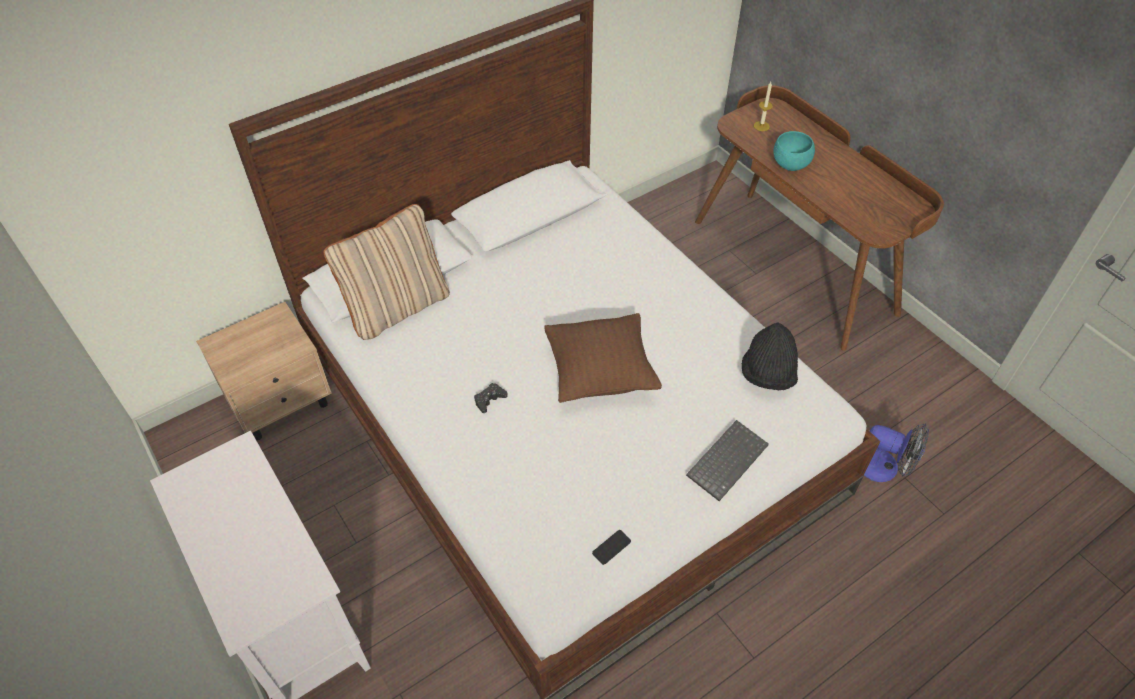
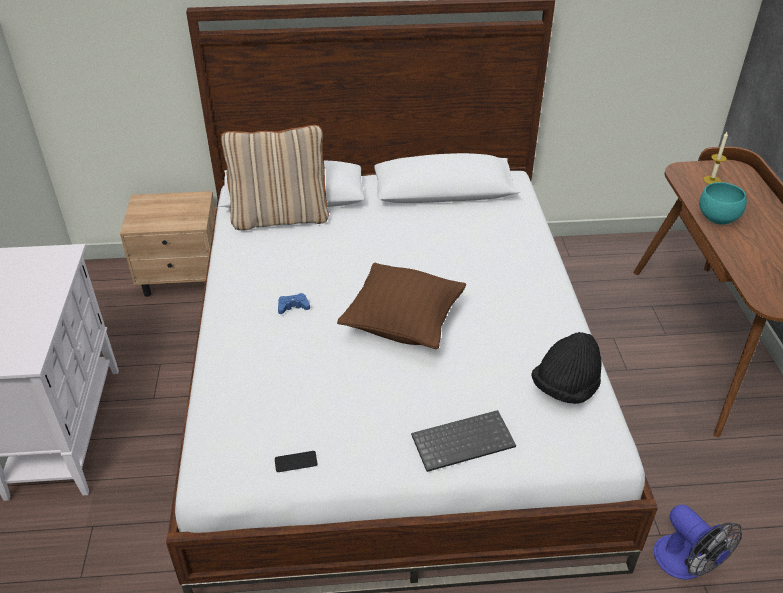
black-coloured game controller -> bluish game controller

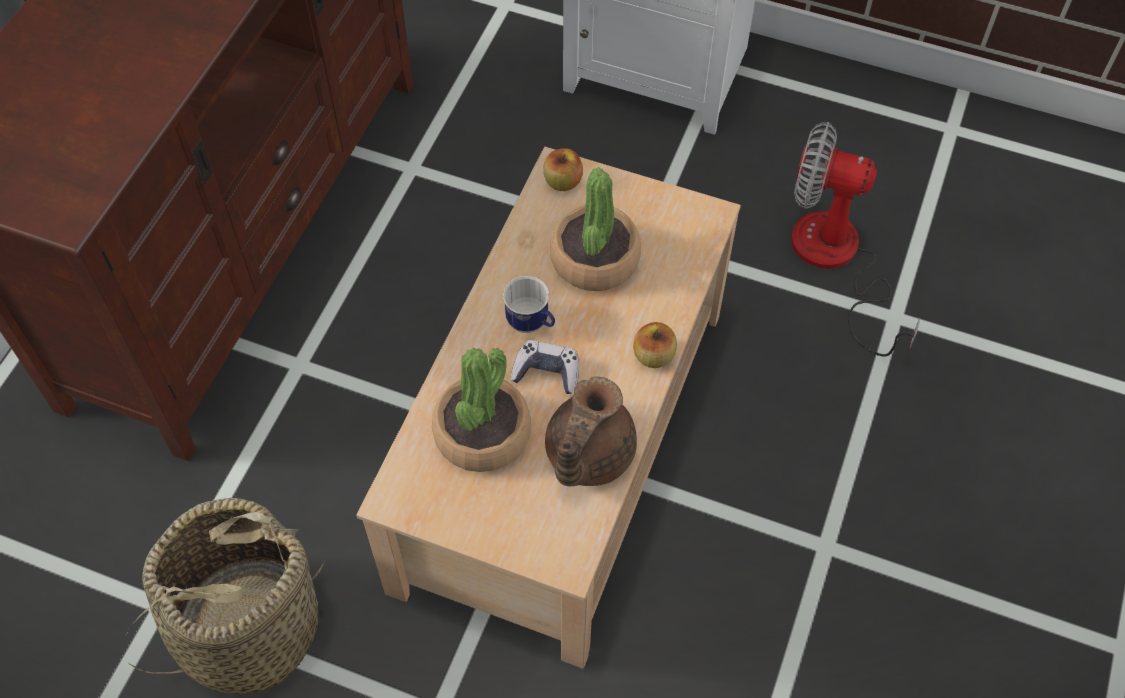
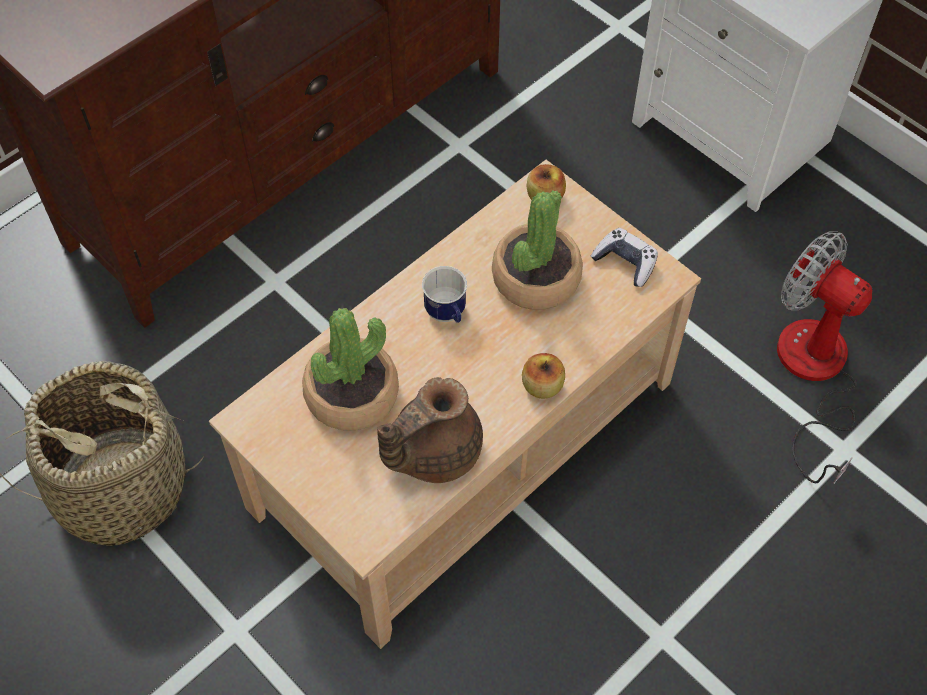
game controller, relocated

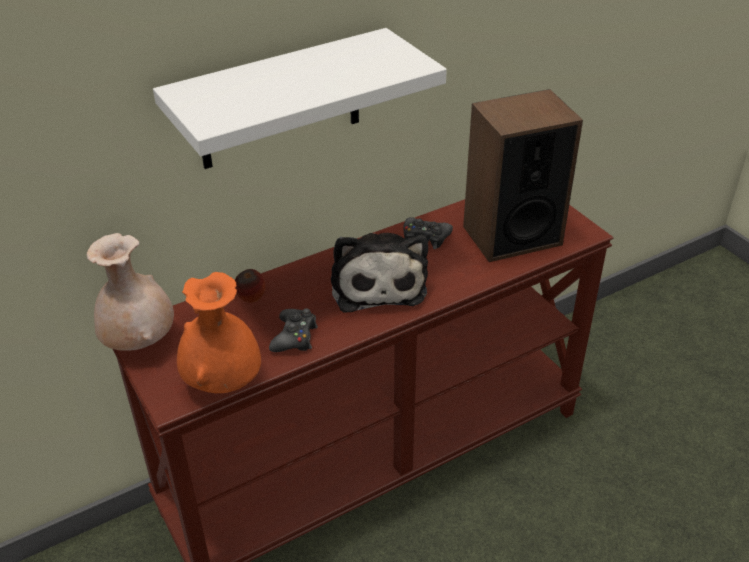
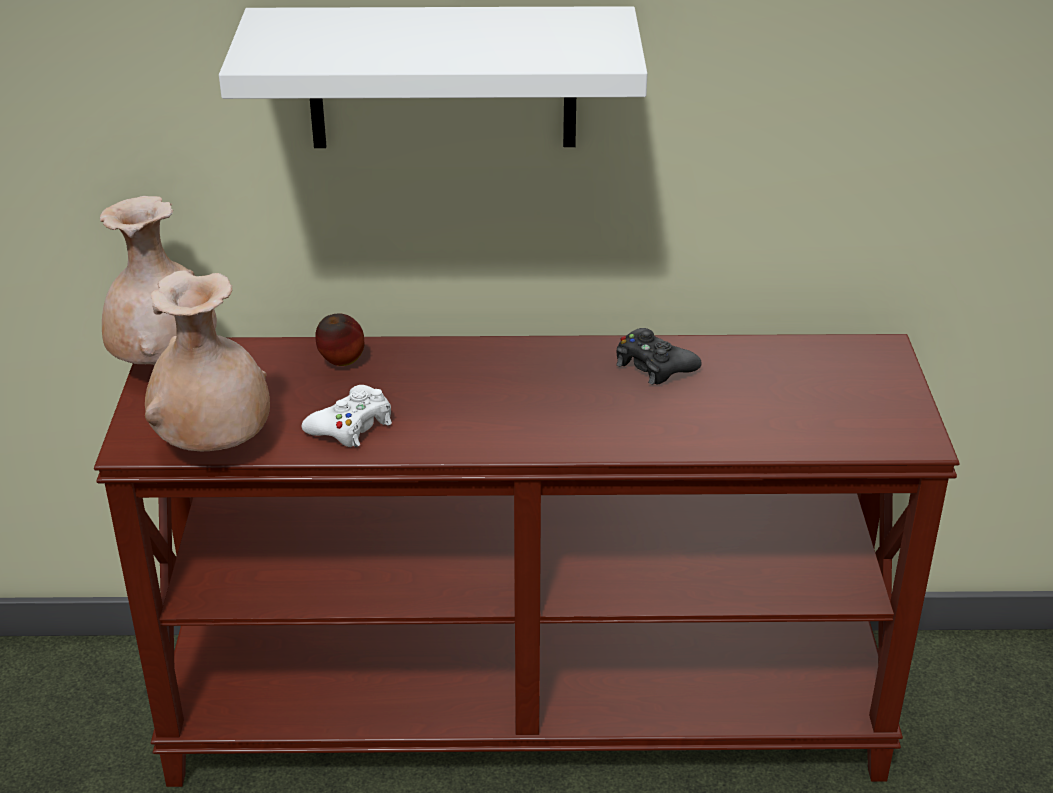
orange vase -> beige-coloured vase (no. 2 from left)
black-coloured game controller (no. 1 from left) -> whitish game controller
plush toy -> none
audio speaker -> none

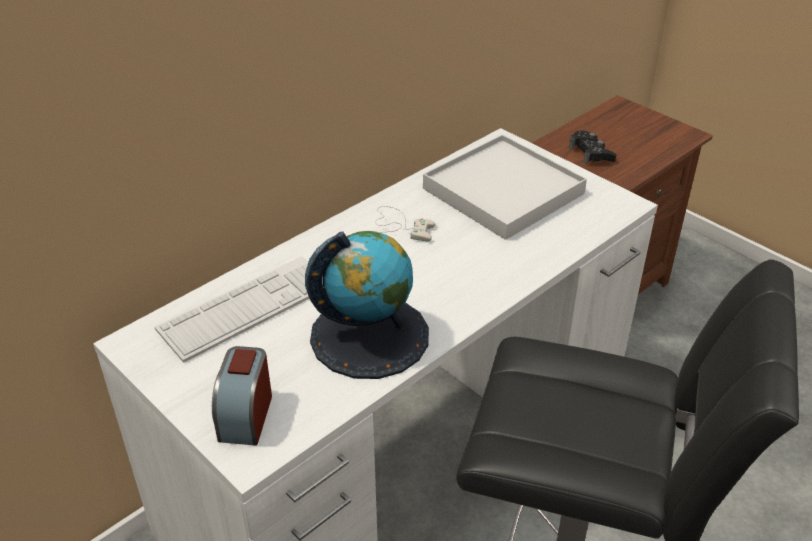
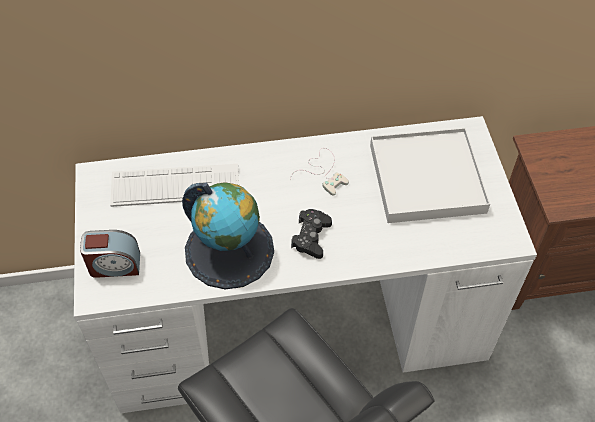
alarm clock, 135 degrees counterclockwise
black-coloured game controller, relocated

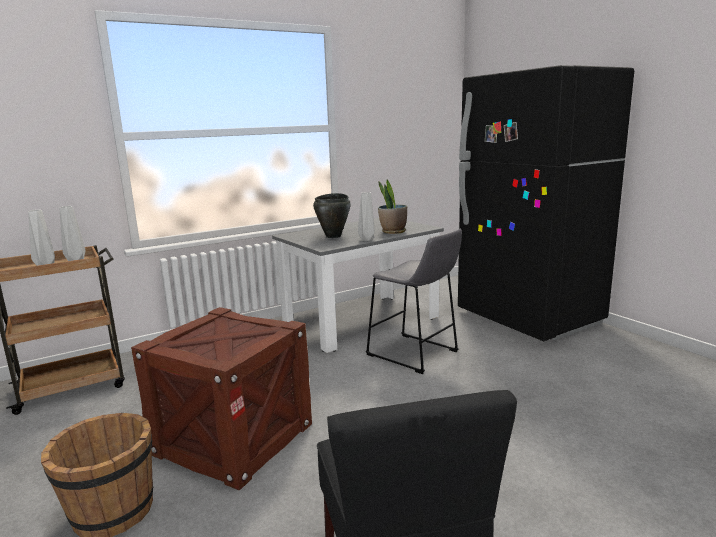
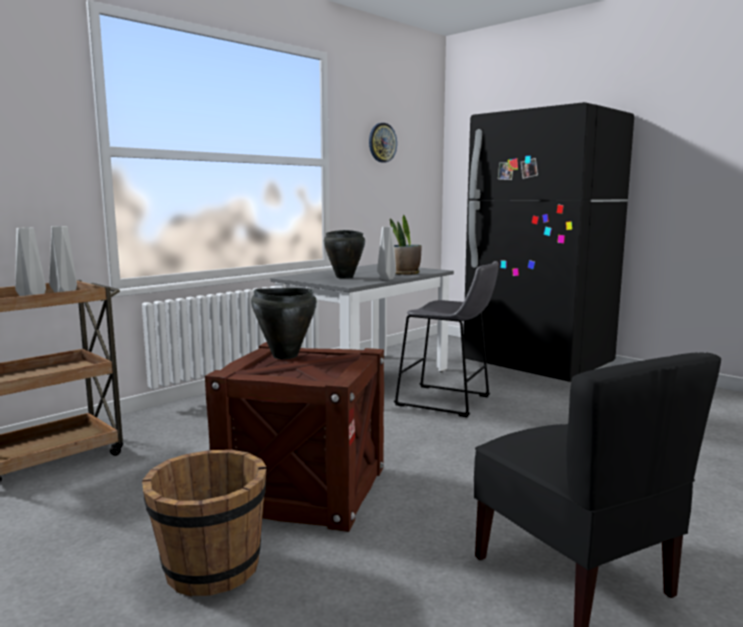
none -> black-coloured stockpot (no. 1 from left)
none -> hanging clock

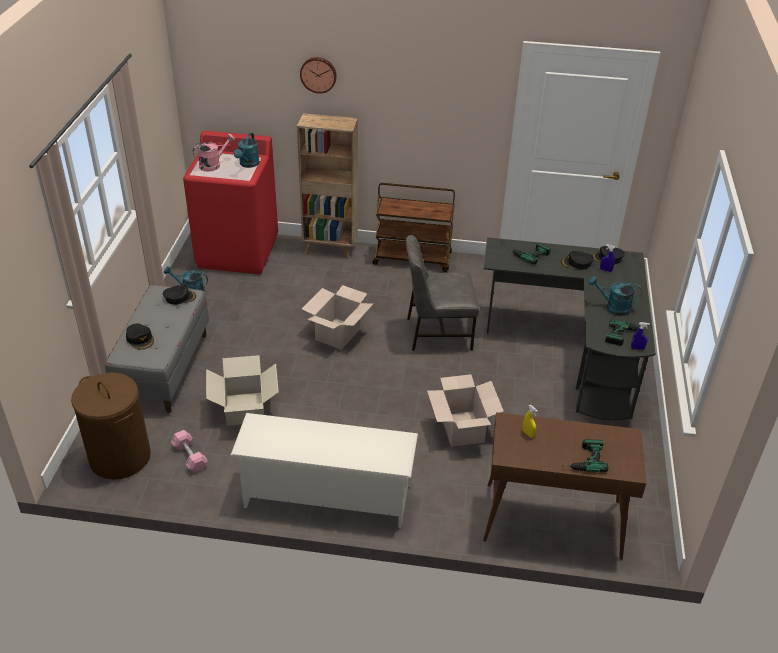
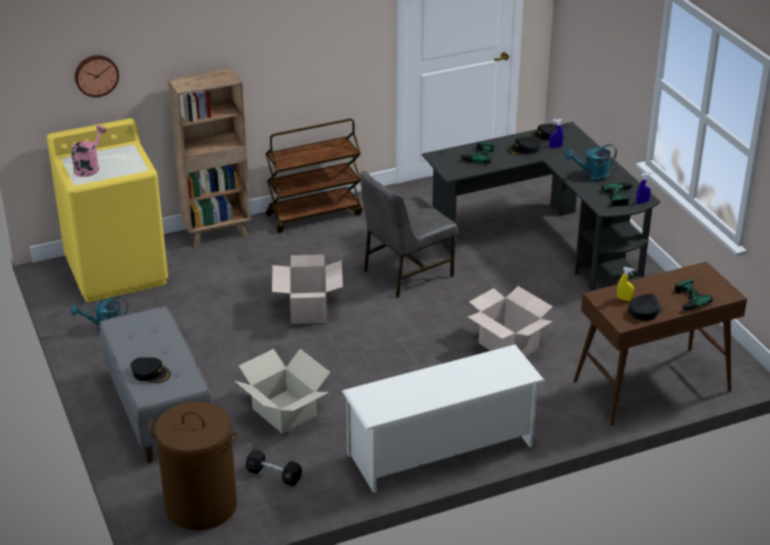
red-coloured laundry machine -> yellow laundry machine
hanging clock, relocated
pink free weight -> black-coloured free weight
black-coloured peaked cap (no. 2 from left in the first image) -> black-coloured peaked cap (no. 4 from left), relocated
turquoise-coloured watering can (no. 2 from left) -> none

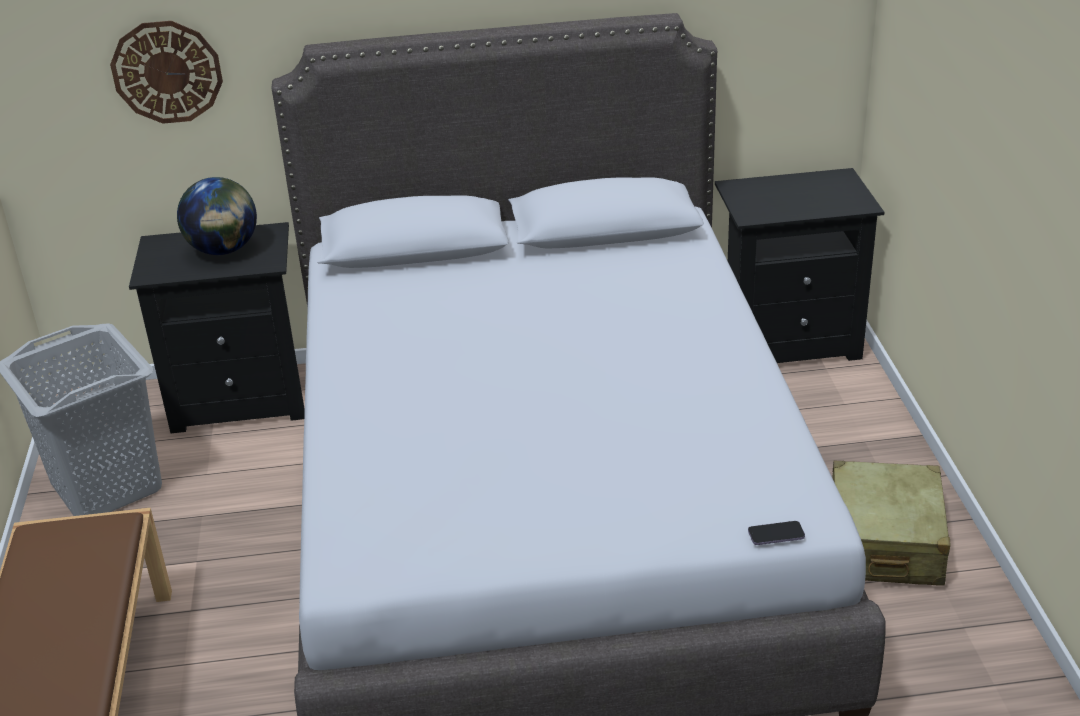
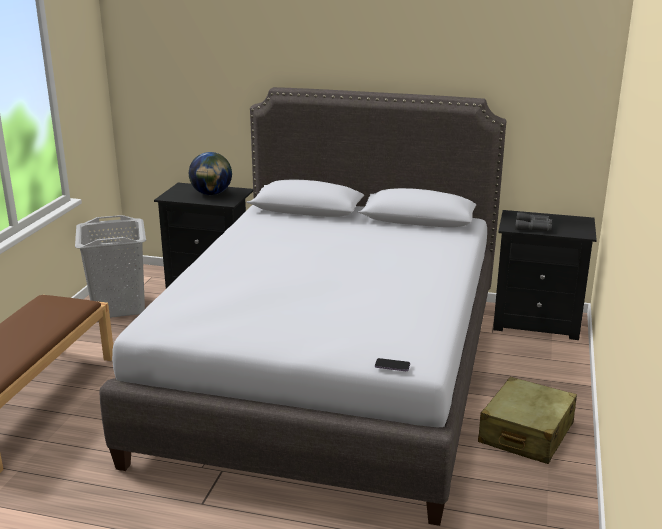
none -> greyish binoculars
hanging clock -> none

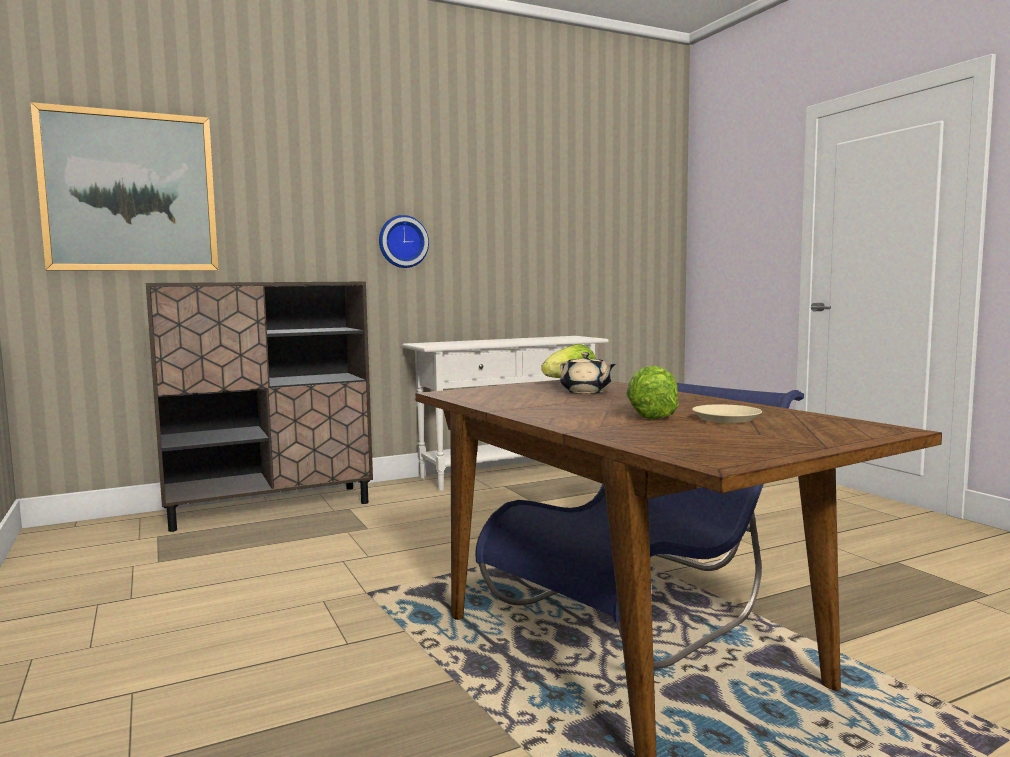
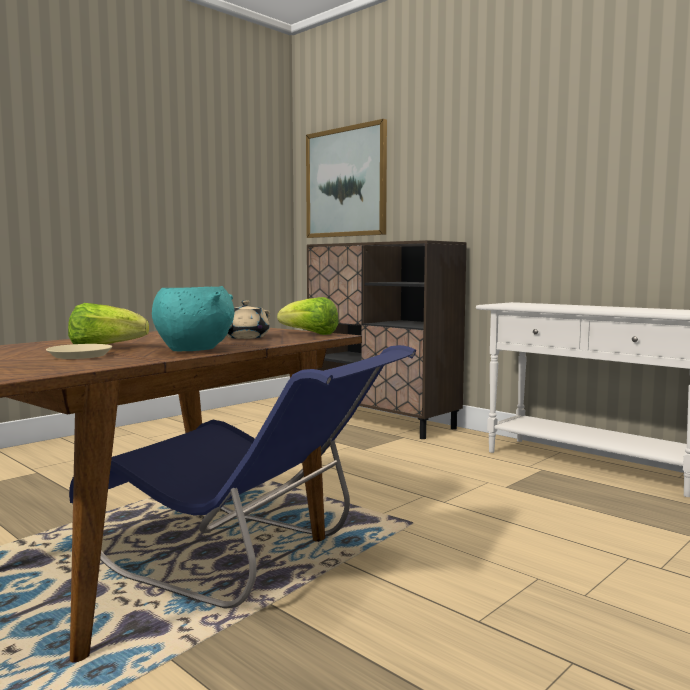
none -> turquoise-coloured serving bowl
hanging clock -> none

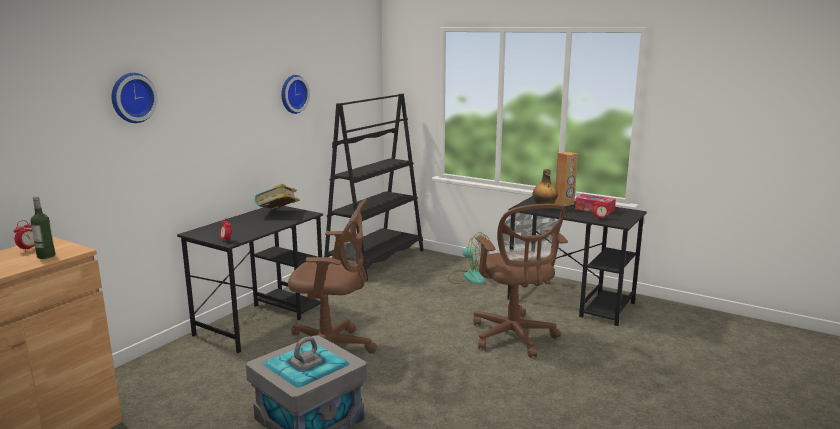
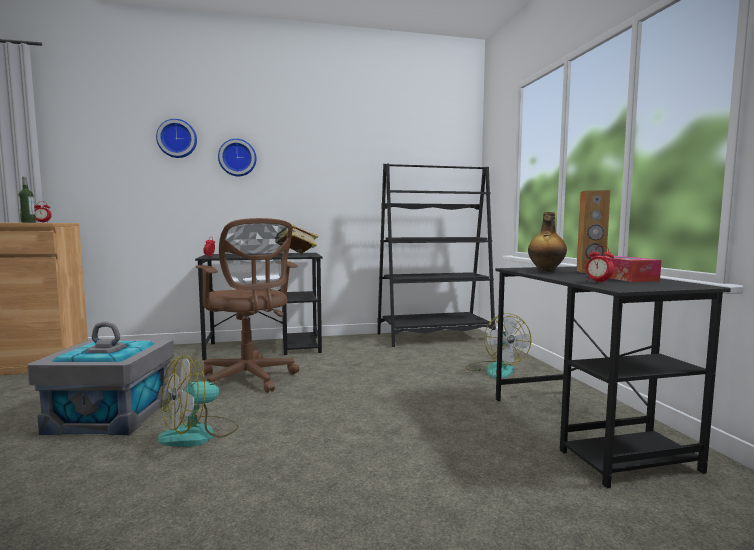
none -> electric fan (no. 1 from left)
hanging clock (no. 2 from left), relocated
brown-coloured office chair (no. 2 from left) -> none

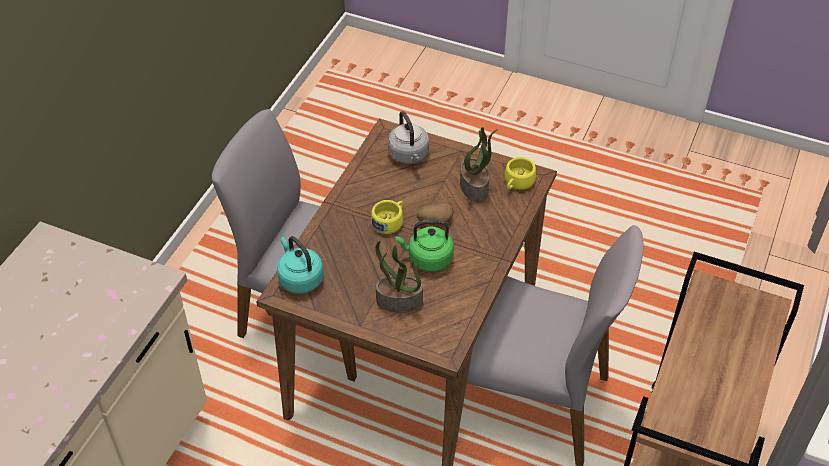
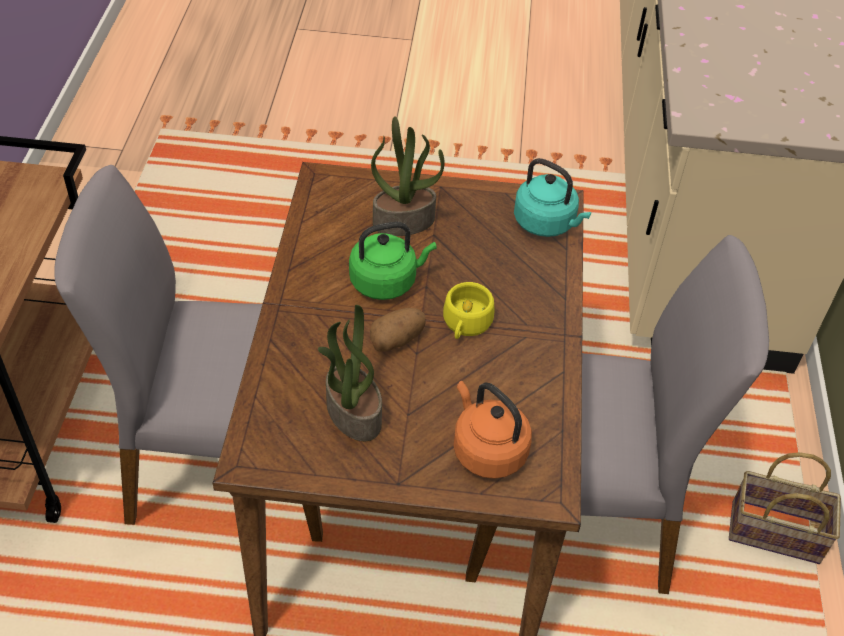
greyish tea kettle -> orange tea kettle
none -> storage basket
yellow cup (no. 2 from left) -> none

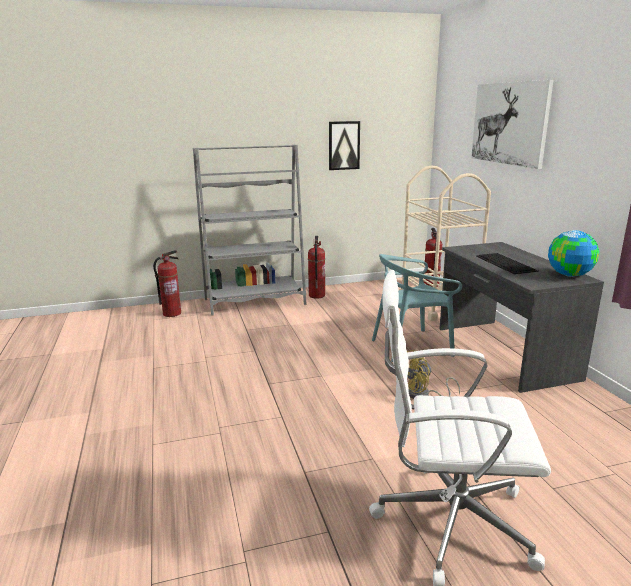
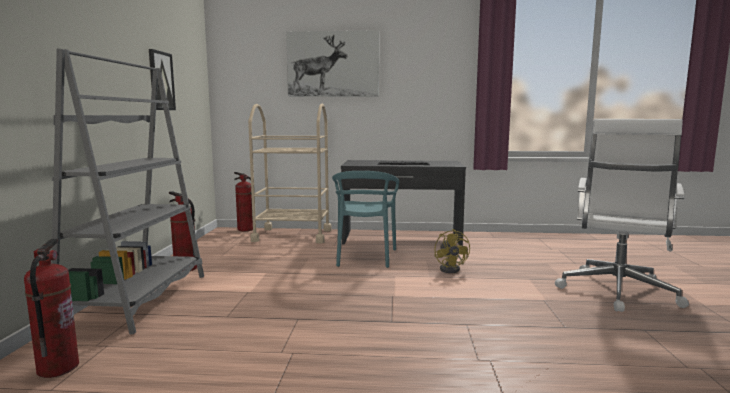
globe -> none

